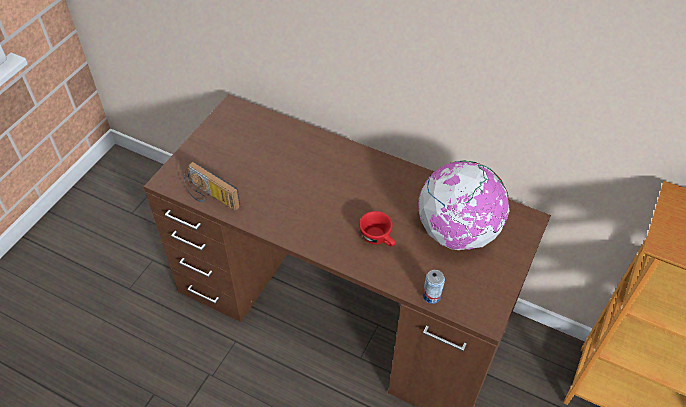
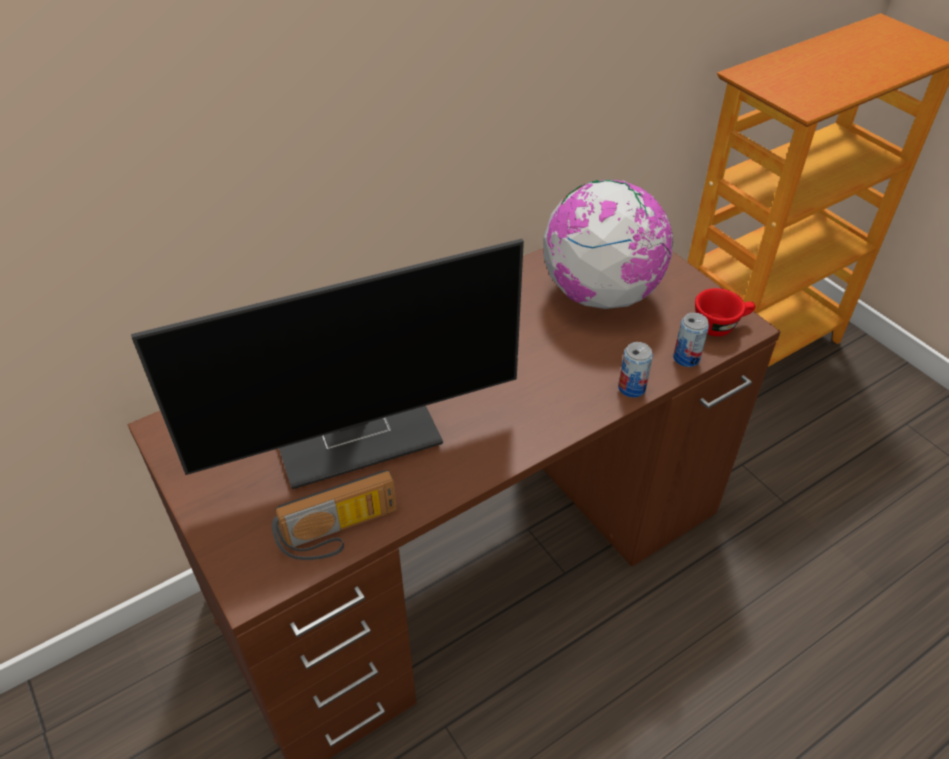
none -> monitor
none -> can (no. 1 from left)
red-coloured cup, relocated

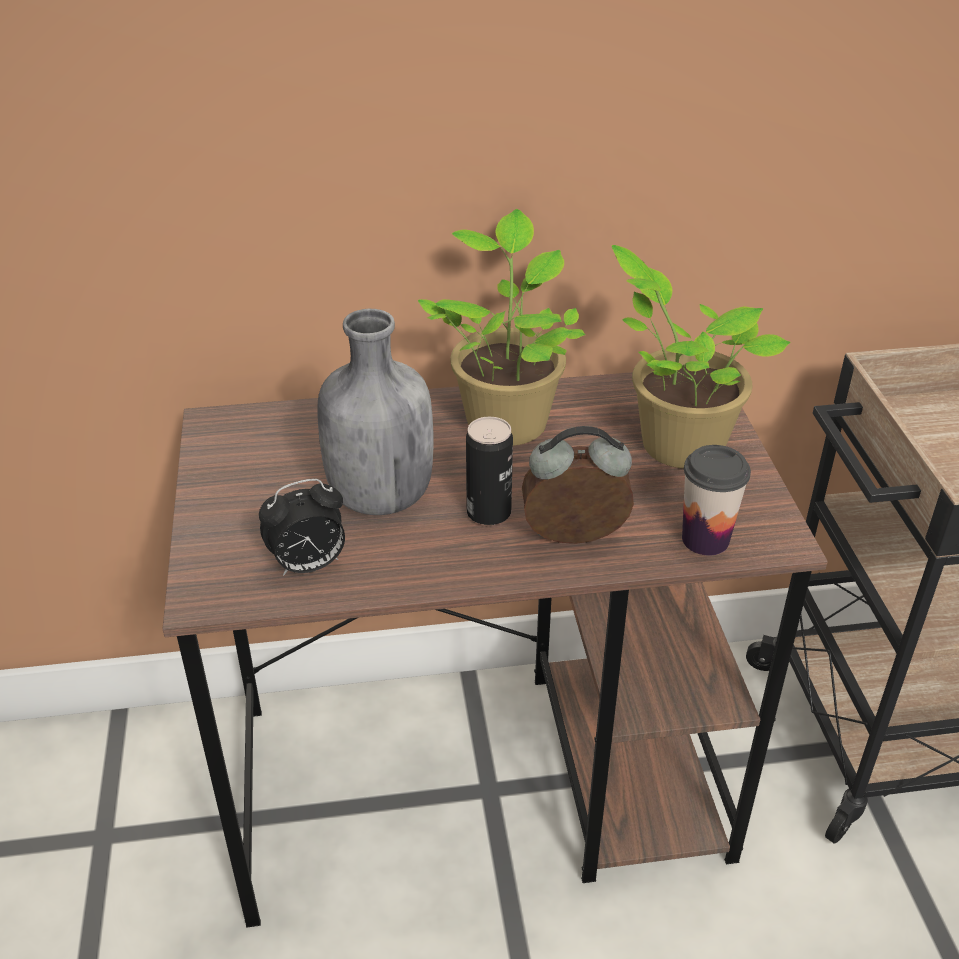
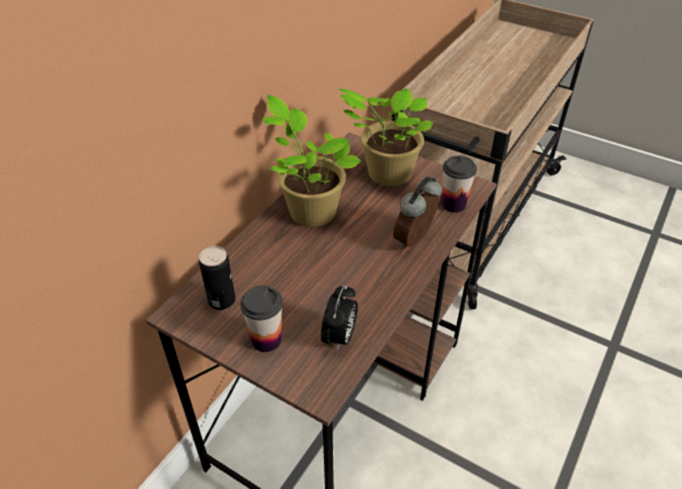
can, relocated
none -> cup (no. 1 from left)
greyish beverage bottle -> none

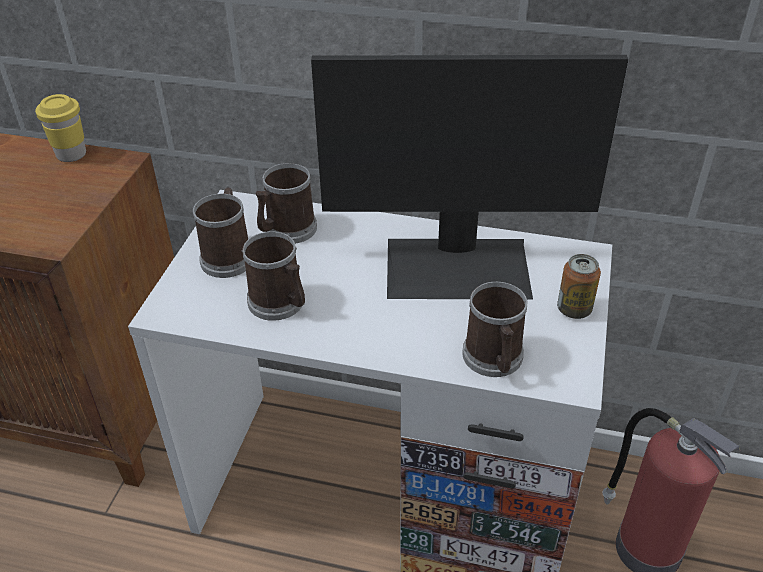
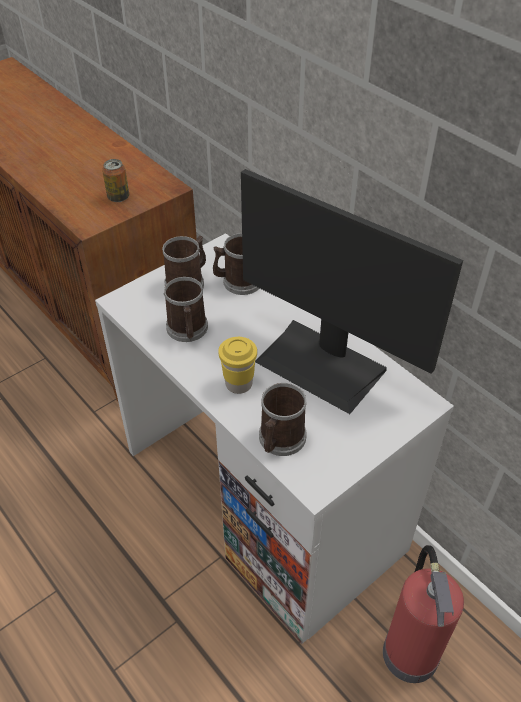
can, relocated
yellow cup, relocated

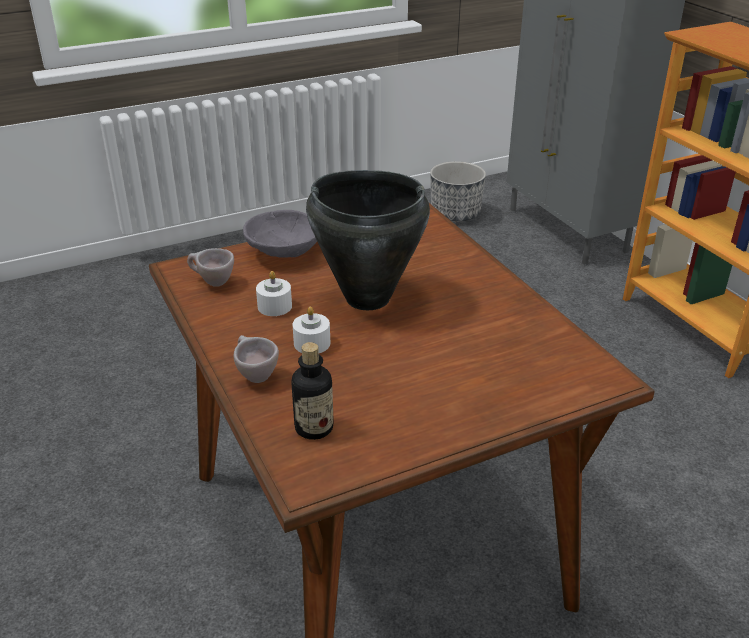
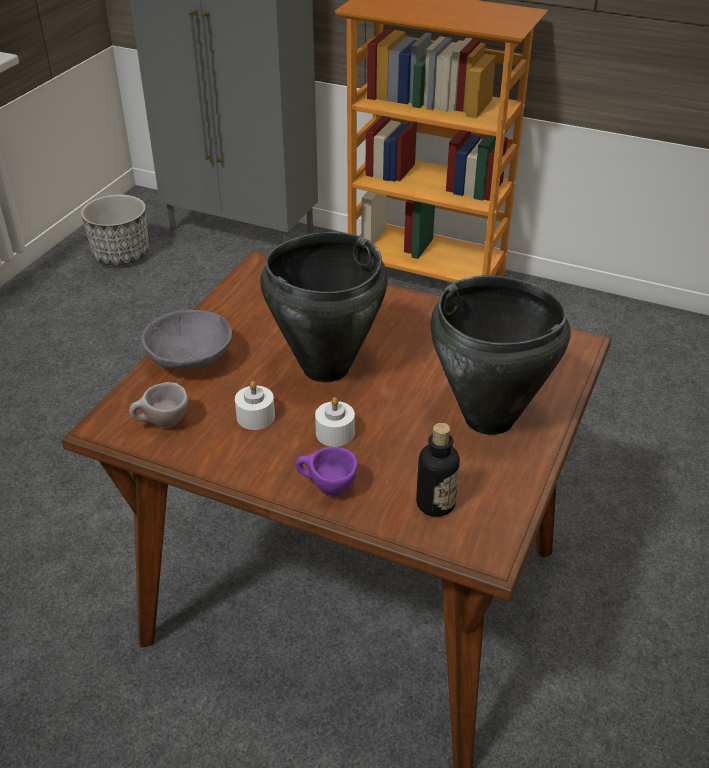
beige-coloured cup (no. 2 from left) -> purple cup
none -> black-coloured stockpot (no. 2 from left)

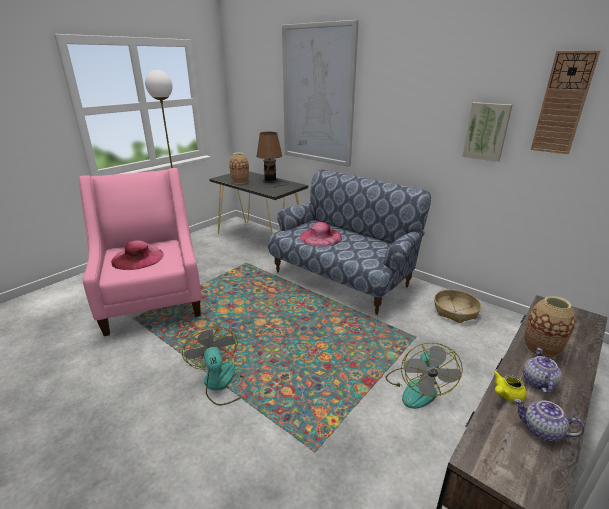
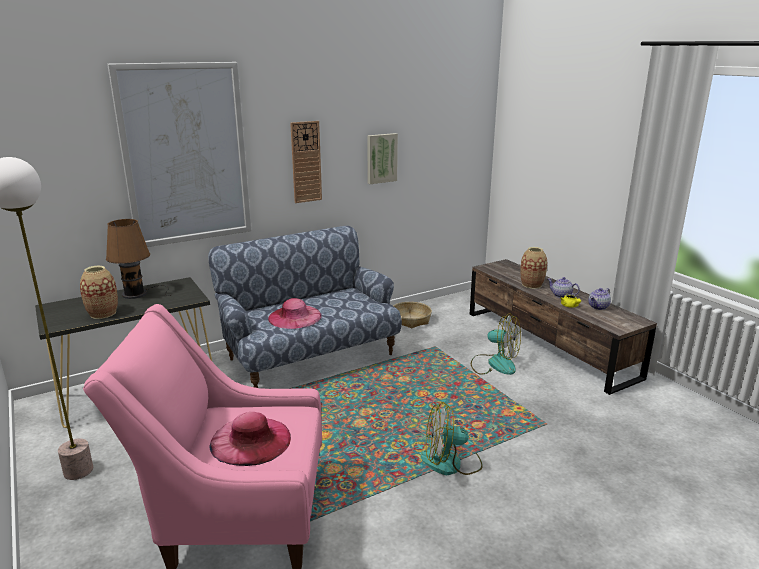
hanging clock, relocated

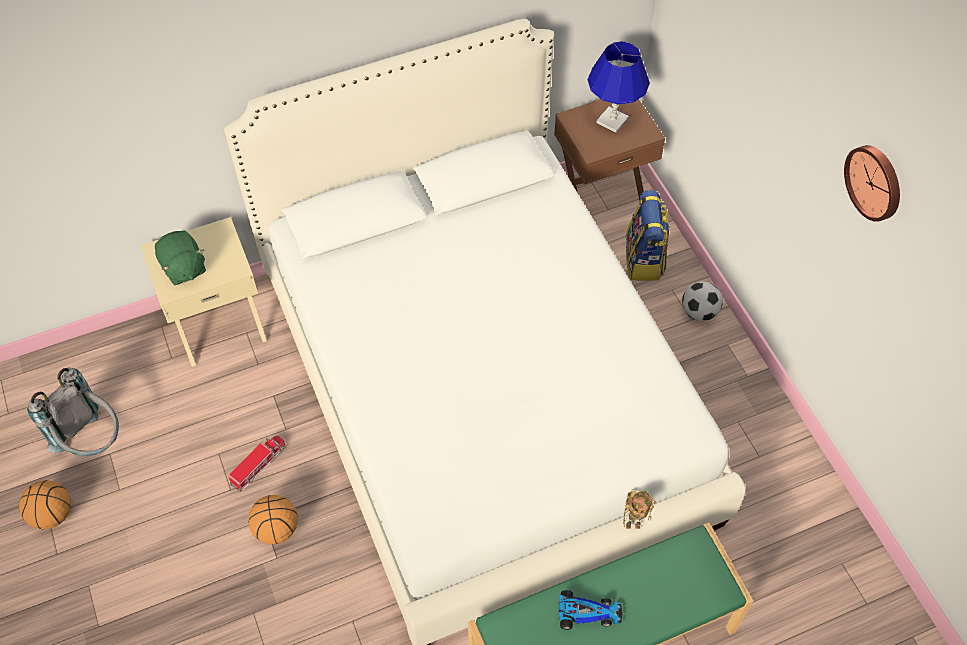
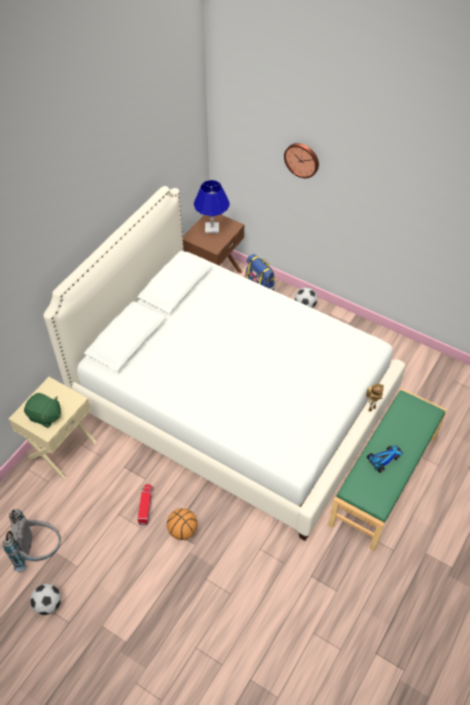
ball for basketball (no. 1 from left) -> ball for football (no. 1 from left)
hanging clock, relocated

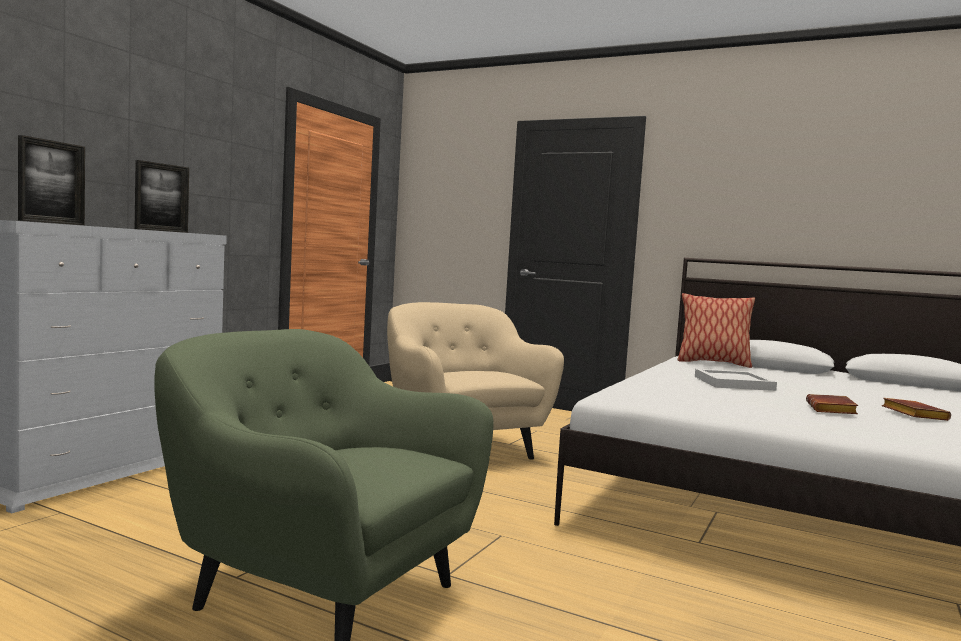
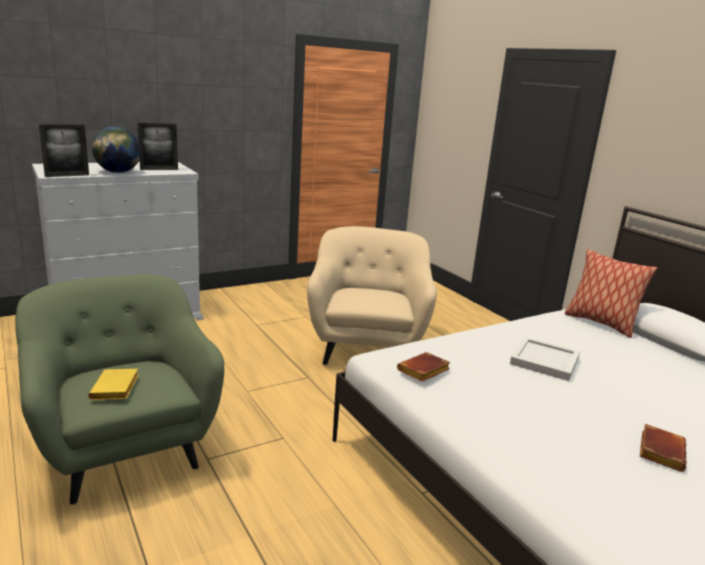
none -> yellow book
none -> globe
brown-coloured book (no. 1 from left), relocated

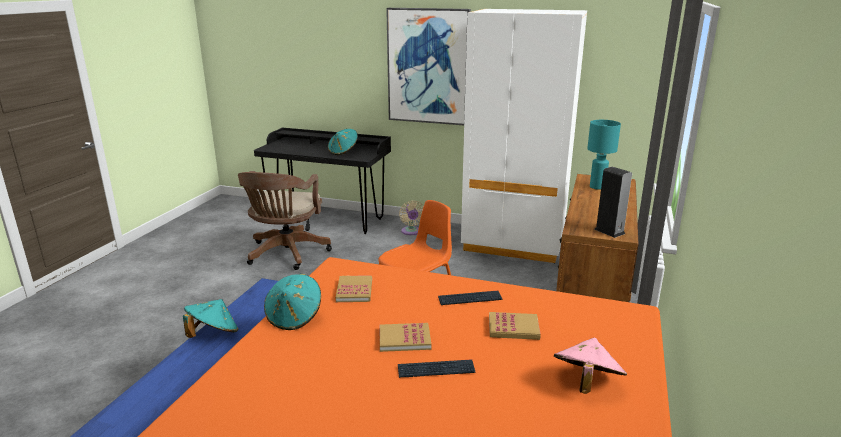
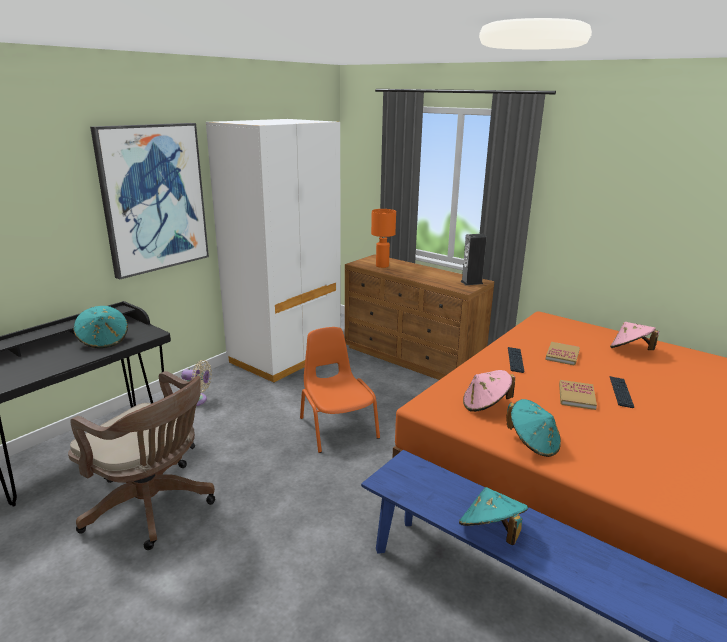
turquoise-coloured lamp for a table -> orange lamp for a table
book (no. 1 from left) -> pink wearable hat (no. 1 from left)

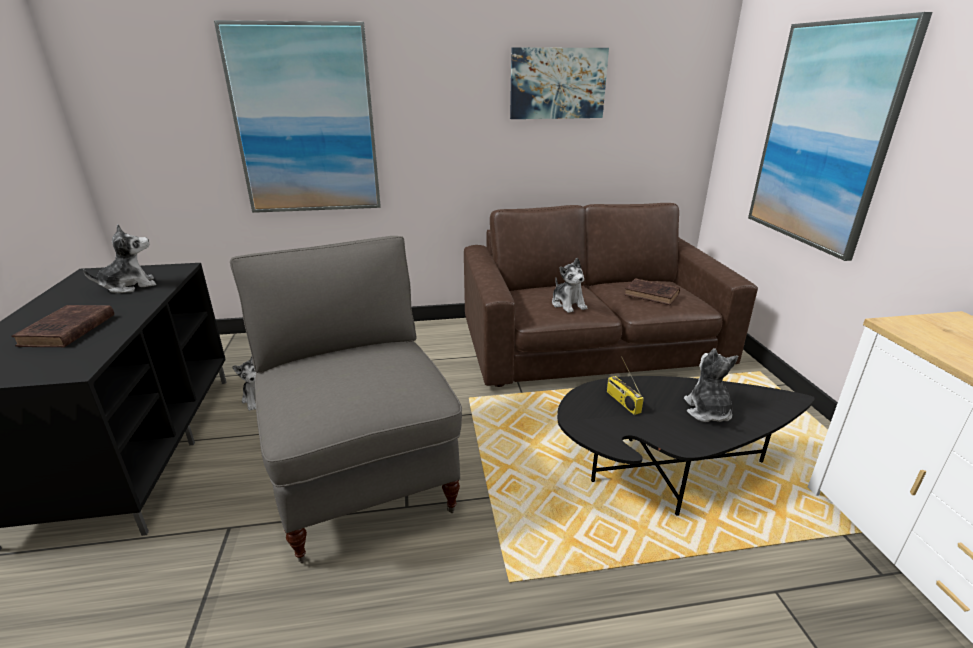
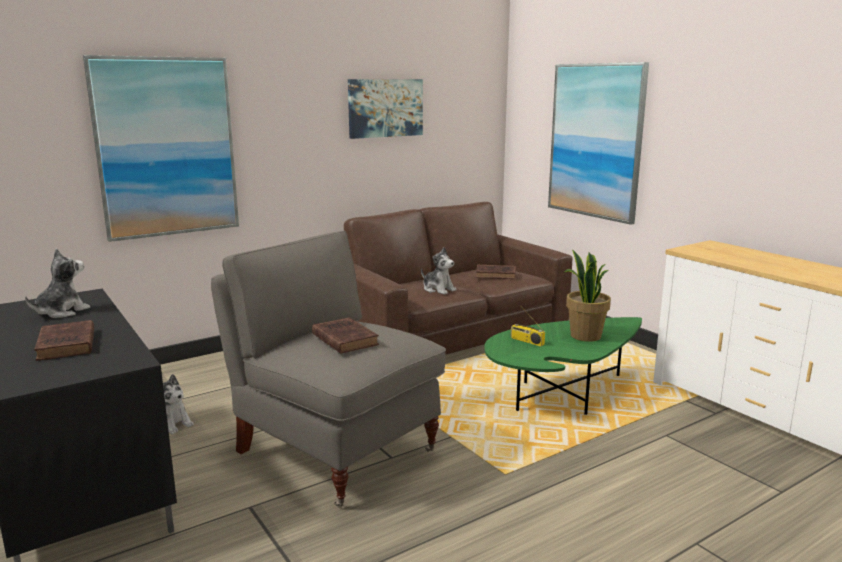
none -> brown-coloured book (no. 2 from left)
black-coloured low table -> greenish low table
plush toy (no. 4 from left) -> plant in a pot

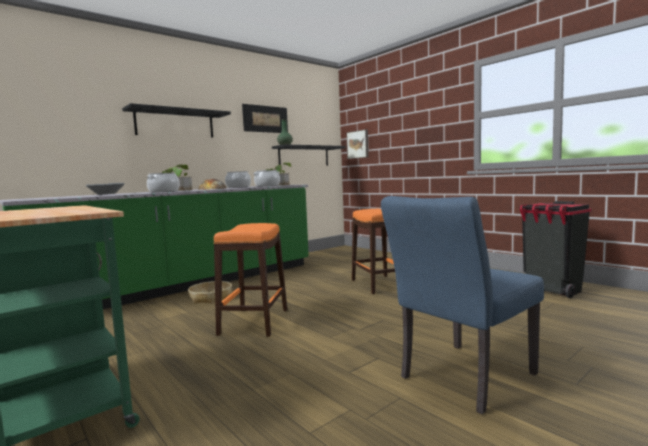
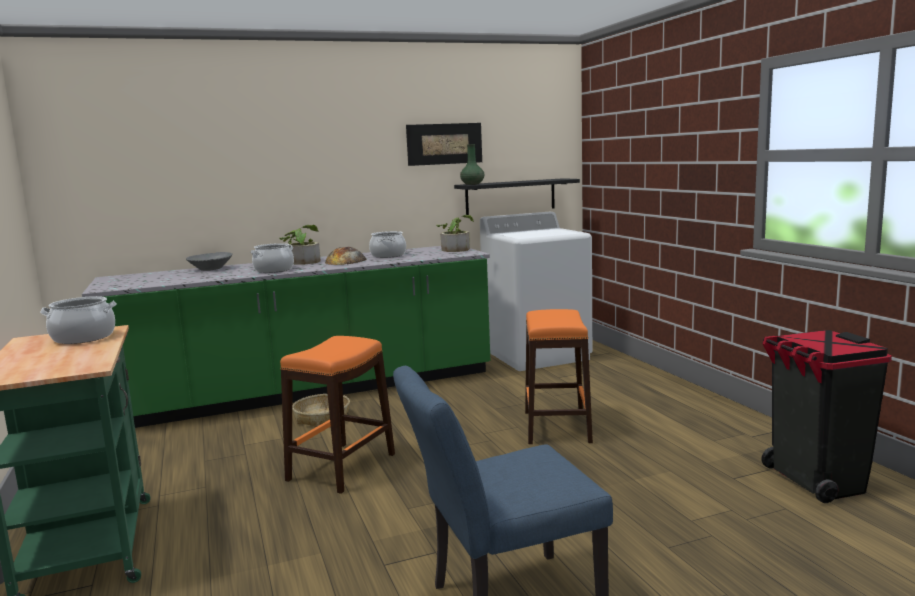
stockpot (no. 3 from left in the first image) -> stockpot (no. 1 from left), relocated
none -> whitish laundry machine
black-coloured wall shelf (no. 1 from left) -> none
picture (no. 2 from left) -> none

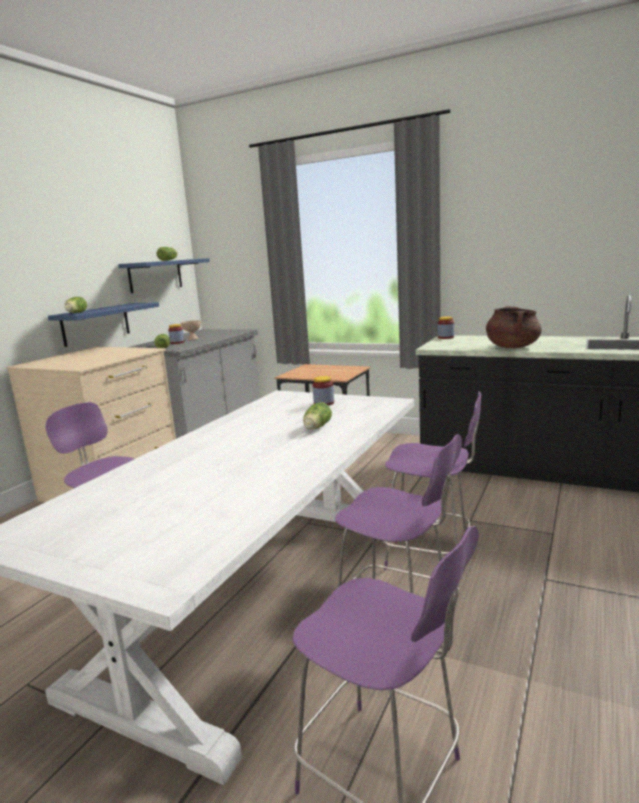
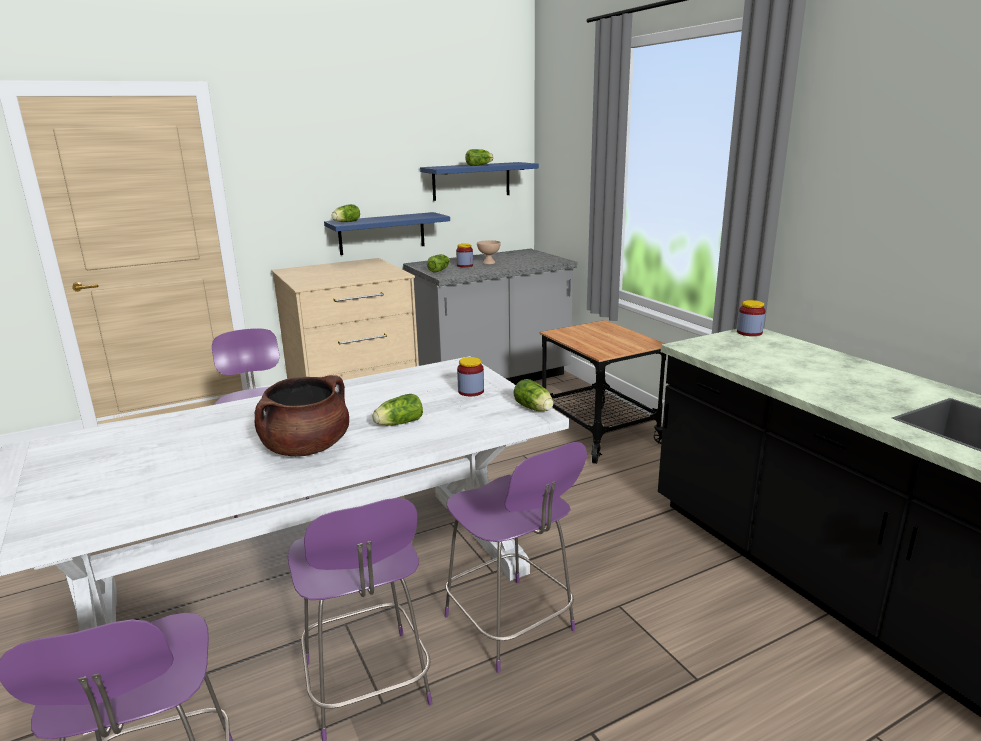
brown-coloured stockpot, relocated
none -> lettuce (no. 5 from left)

